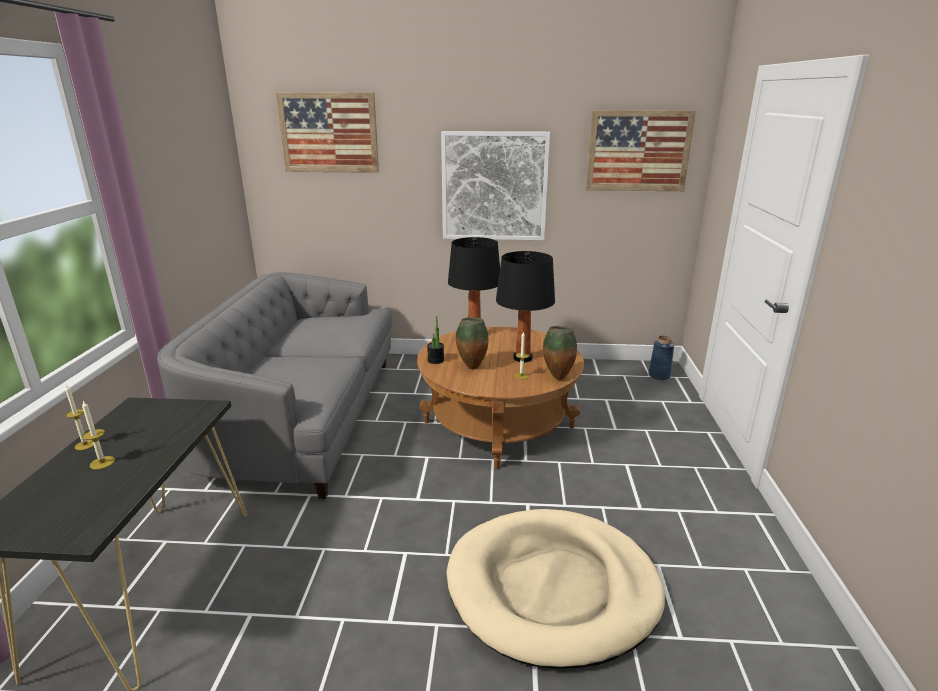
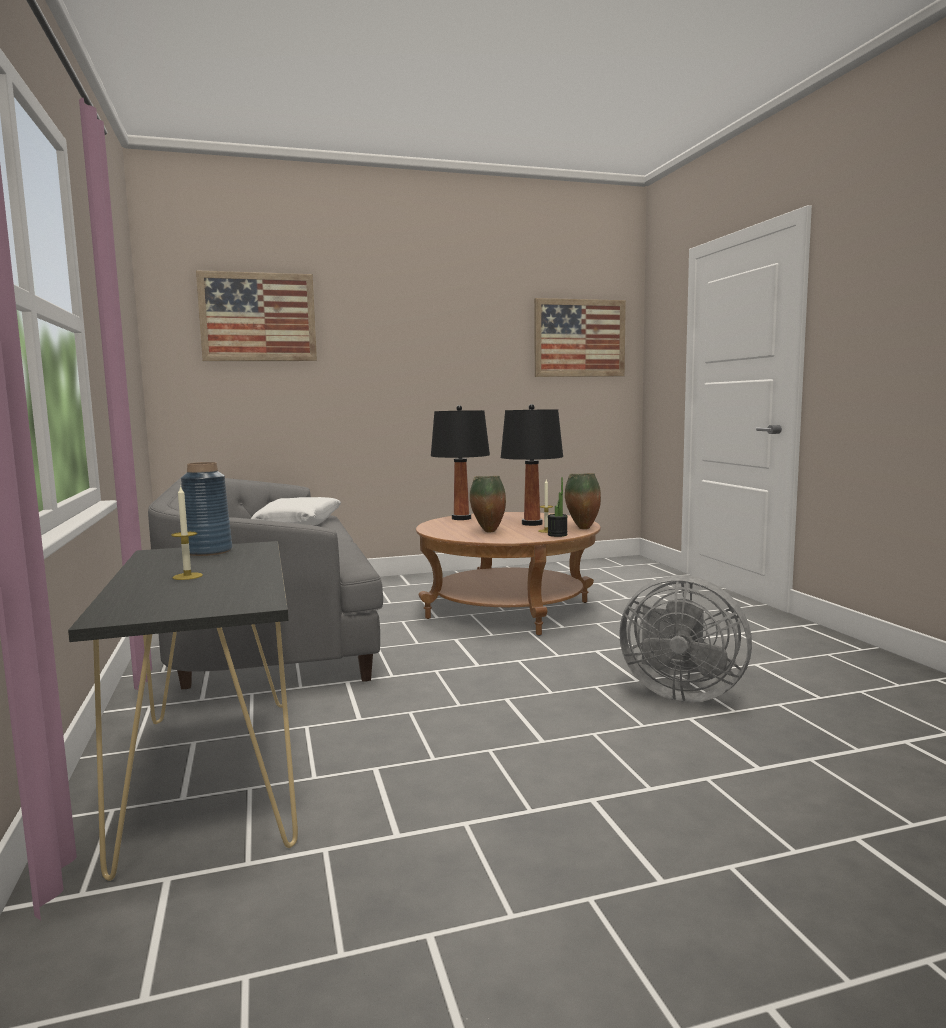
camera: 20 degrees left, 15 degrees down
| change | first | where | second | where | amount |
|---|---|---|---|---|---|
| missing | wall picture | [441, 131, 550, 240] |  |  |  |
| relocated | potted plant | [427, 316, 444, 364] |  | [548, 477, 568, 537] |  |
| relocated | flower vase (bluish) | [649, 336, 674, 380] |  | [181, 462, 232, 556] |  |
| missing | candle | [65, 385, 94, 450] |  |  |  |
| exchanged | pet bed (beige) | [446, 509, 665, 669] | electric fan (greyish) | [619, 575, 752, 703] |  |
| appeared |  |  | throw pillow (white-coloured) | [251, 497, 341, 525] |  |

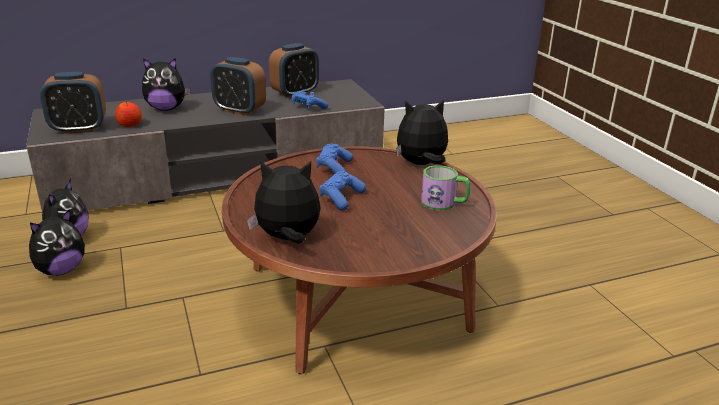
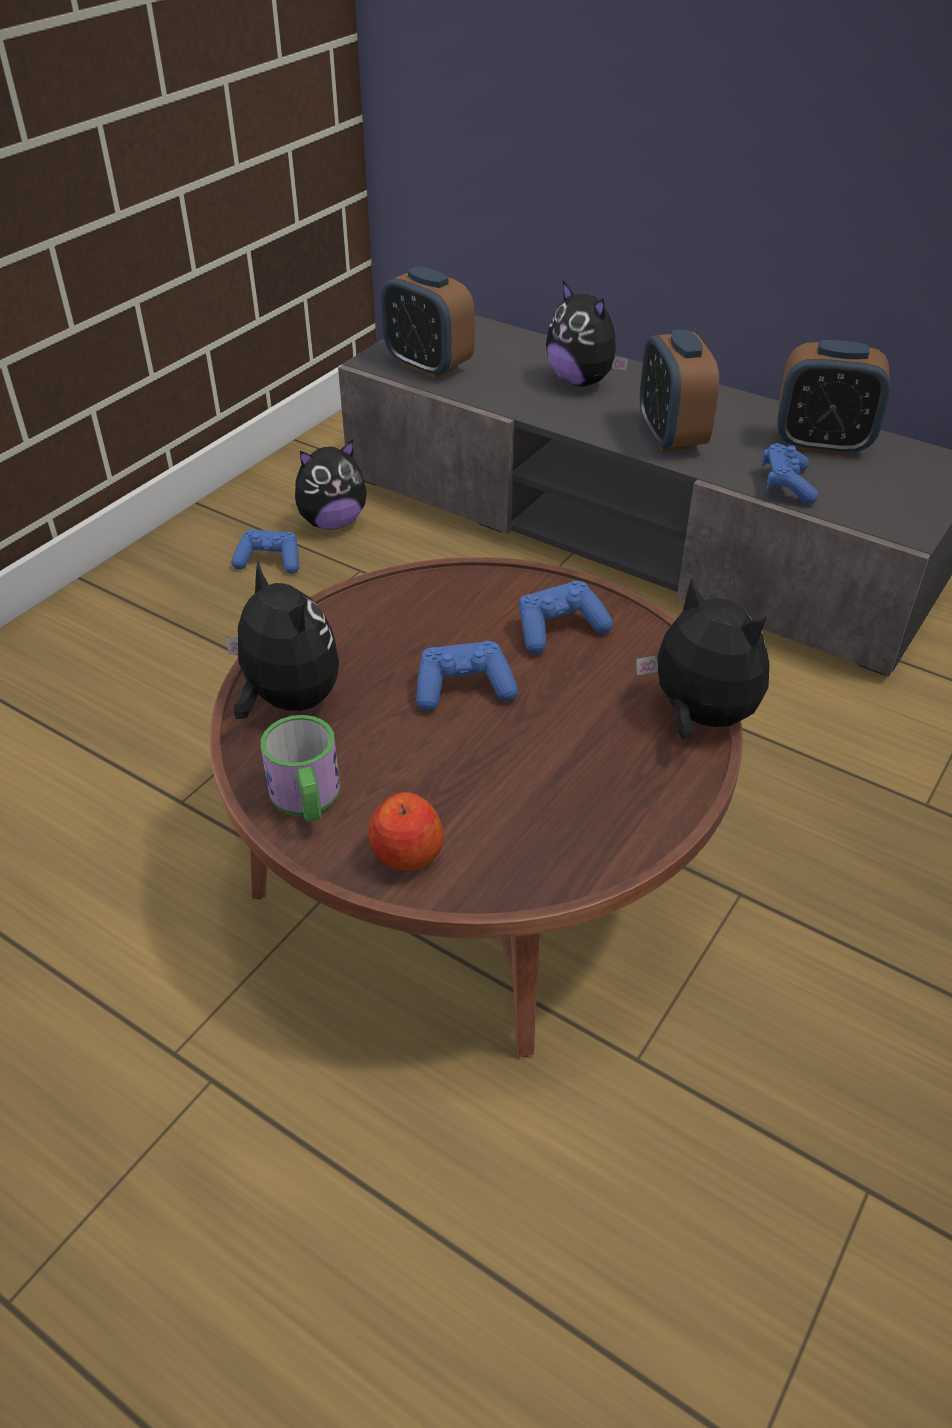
camera: 55 degrees right, 15 degrees up
| change | first | where | second | where | amount |
|---|---|---|---|---|---|
| relocated | whole apple | [115, 101, 142, 127] |  | [368, 792, 444, 871] |  |
| relocated | coffee mug | [421, 165, 470, 210] |  | [261, 715, 340, 822] |  |
| exchanged | soft toy | [29, 209, 85, 275] | joypad (bluish) | [231, 529, 299, 574] |  |

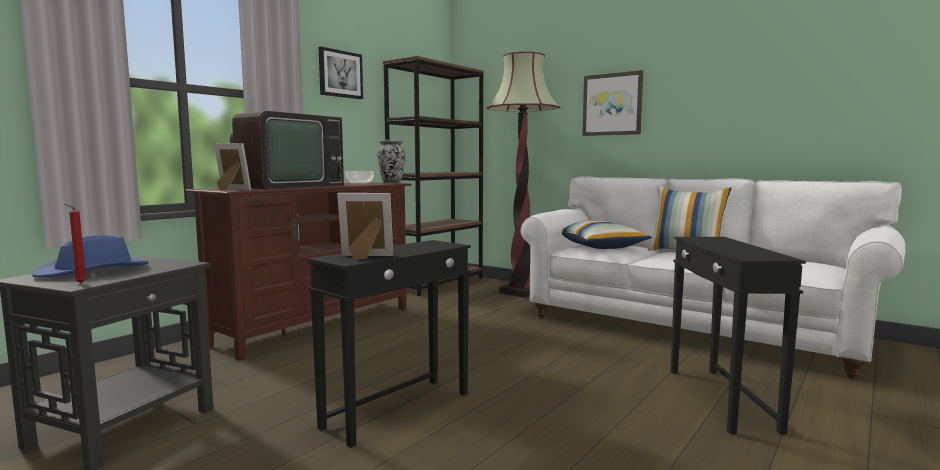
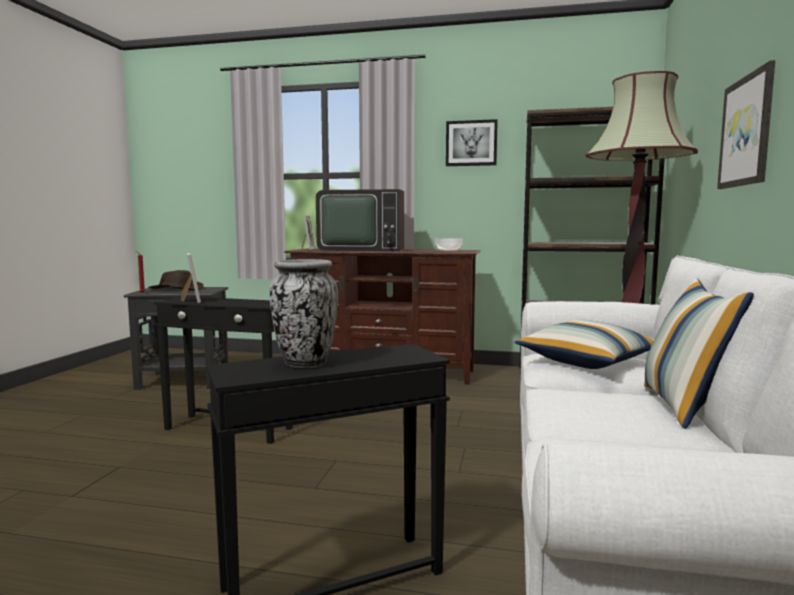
camera: 65 degrees right, 0 degrees up
| change | first | where | second | where | amount |
|---|---|---|---|---|---|
| relocated | flower vase | [377, 140, 405, 184] |  | [269, 259, 338, 368] |  |
| colour | wearable hat (bluish) | [32, 235, 149, 277] | wearable hat (brown-coloured) | [148, 270, 204, 290] |  |

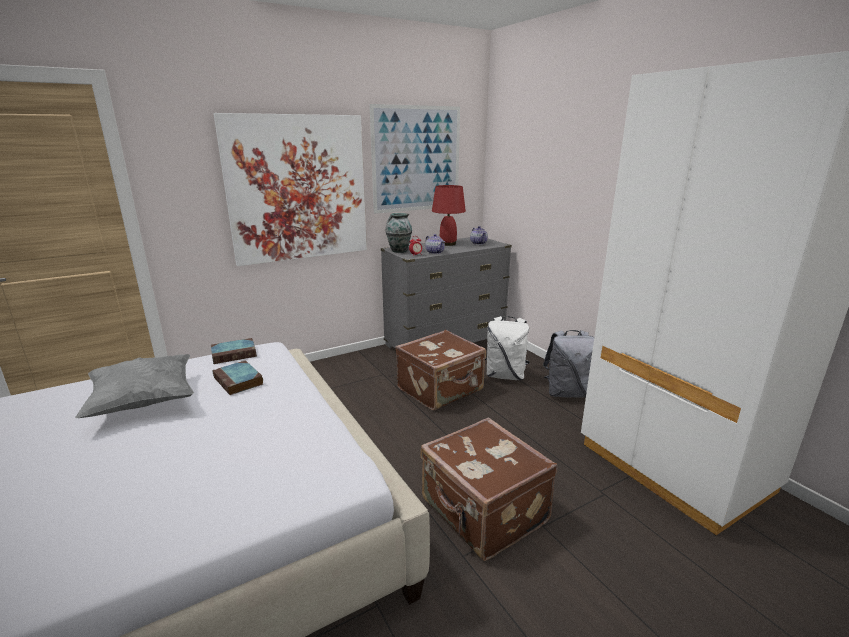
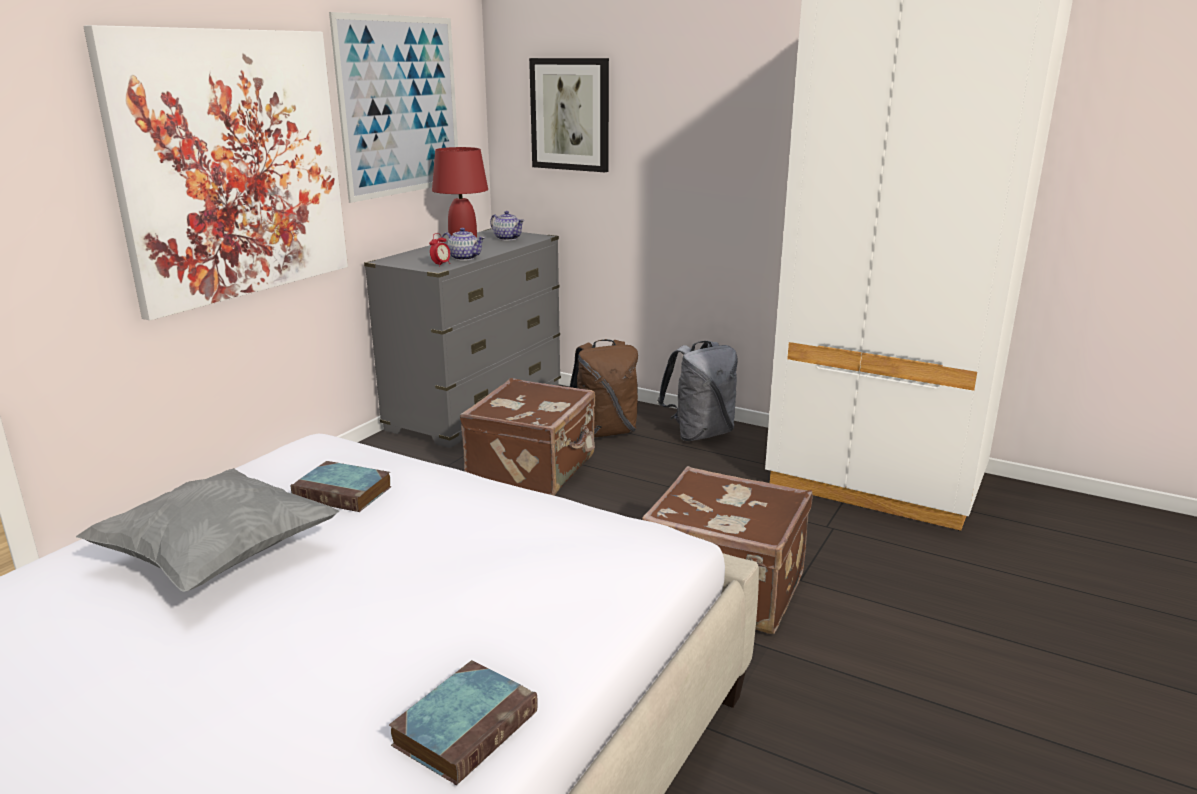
camera: 30 degrees left, 0 degrees up
| change | first | where | second | where | amount |
|---|---|---|---|---|---|
| missing | flower vase | [386, 213, 412, 253] |  |  |  |
| colour | knapsack (white-coloured) | [485, 316, 530, 380] | knapsack (brown-coloured) | [570, 339, 638, 437] |  |
| relocated | volume | [211, 338, 257, 364] |  | [389, 660, 537, 785] |  |
| appeared |  |  | wall picture | [529, 58, 609, 172] |  |

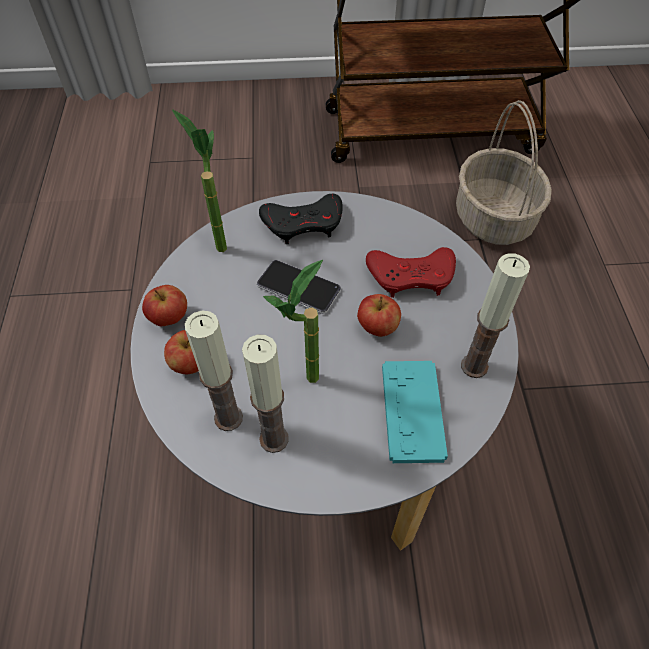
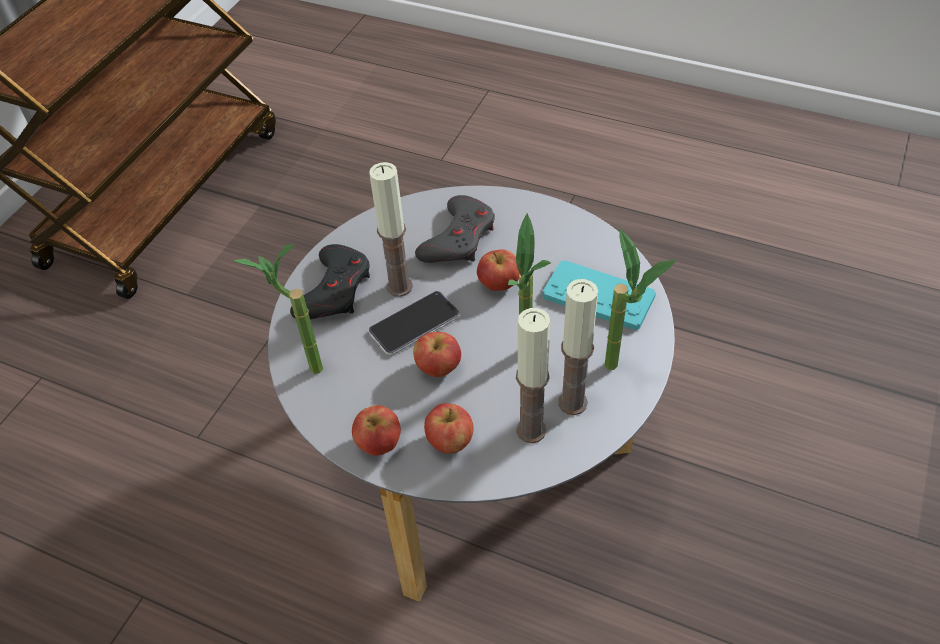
camera: 60 degrees left, 5 degrees down
| change | first | where | second | where | amount |
|---|---|---|---|---|---|
| missing | basket | [456, 100, 552, 245] |  |  |  |
| colour | joypad (reddish) | [366, 247, 456, 298] | joypad (greyish) | [415, 195, 495, 263] |  |
| relocated | candle | [461, 253, 530, 378] |  | [369, 162, 413, 297] |  |
| appeared |  |  | potted plant | [604, 228, 677, 370] |  |
| appeared |  |  | whole apple | [413, 332, 461, 377] |  |

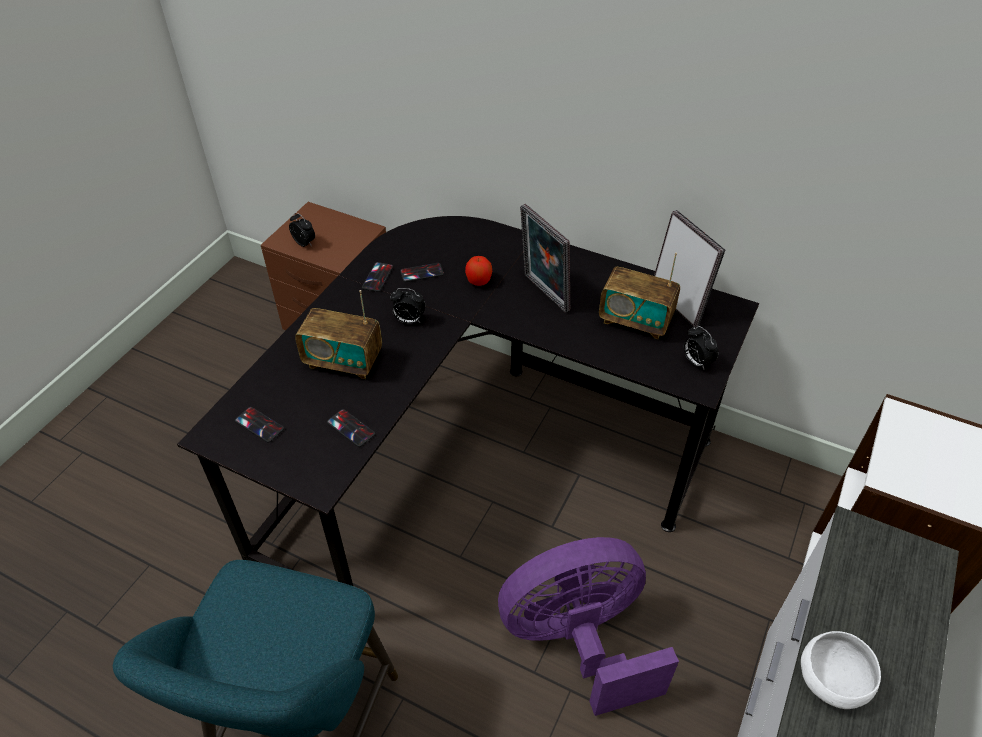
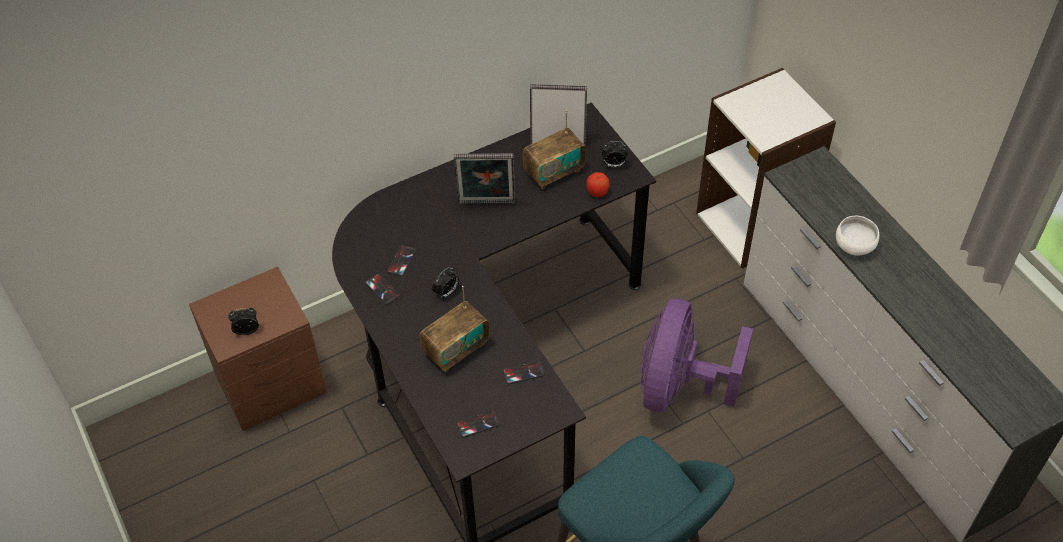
camera: 55 degrees left, 5 degrees up
| change | first | where | second | where | amount |
|---|---|---|---|---|---|
| relocated | whole apple | [465, 256, 492, 286] |  | [586, 172, 609, 197] |  |

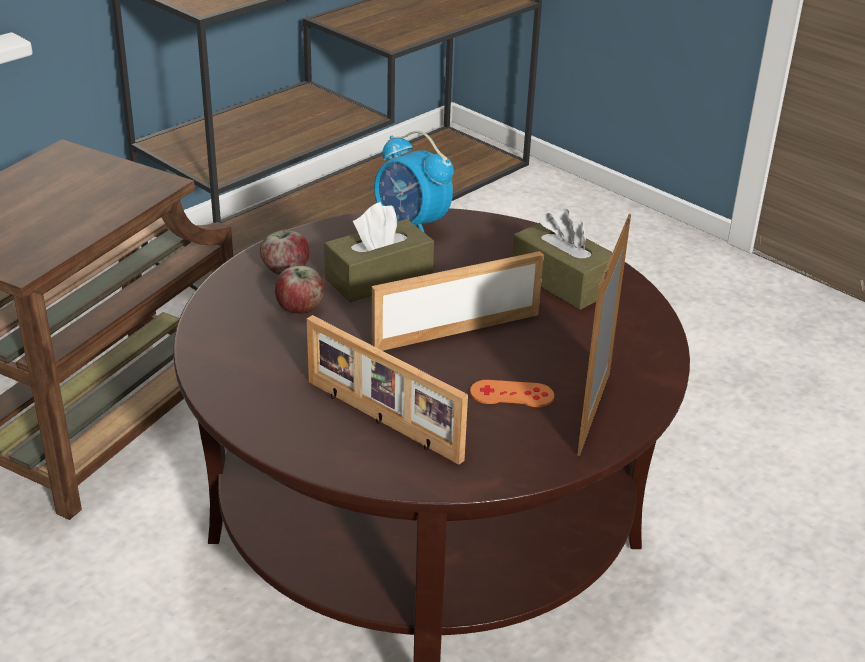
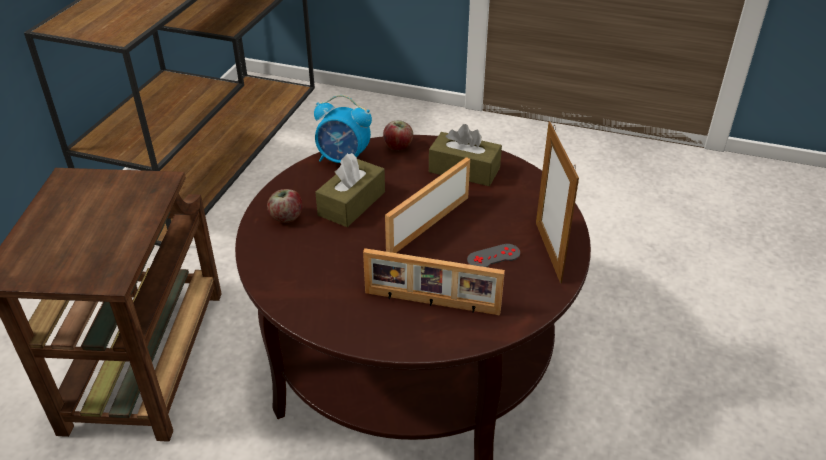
camera: 25 degrees left, 5 degrees up
| change | first | where | second | where | amount |
|---|---|---|---|---|---|
| relocated | whole apple | [275, 266, 324, 314] |  | [383, 120, 413, 150] |  |
| colour | joypad (orange-coloured) | [470, 380, 554, 407] | joypad (greyish) | [467, 244, 520, 267] |  |

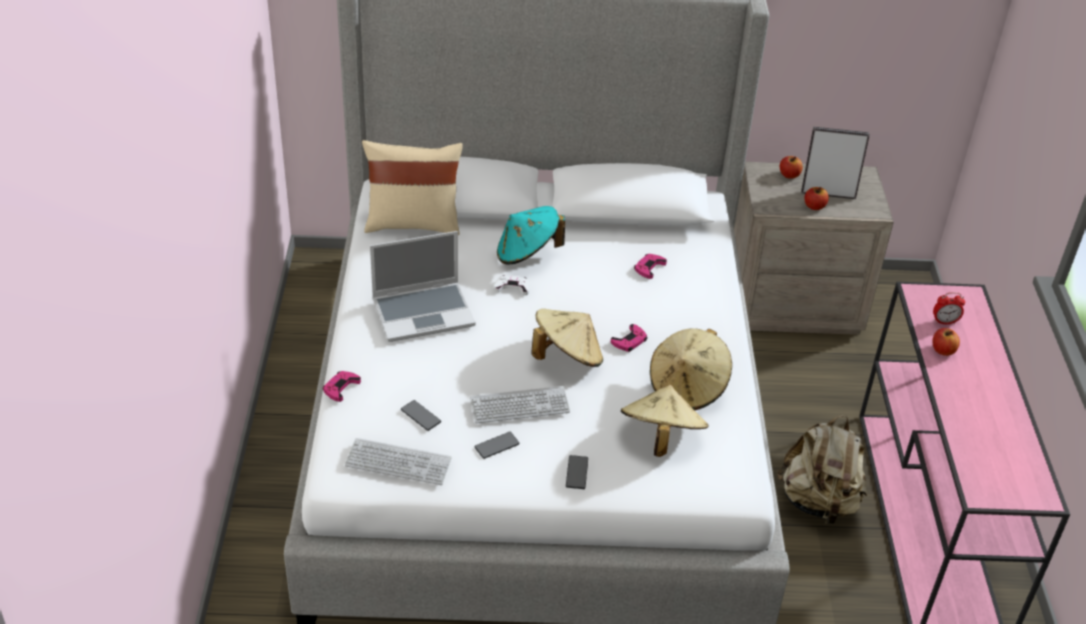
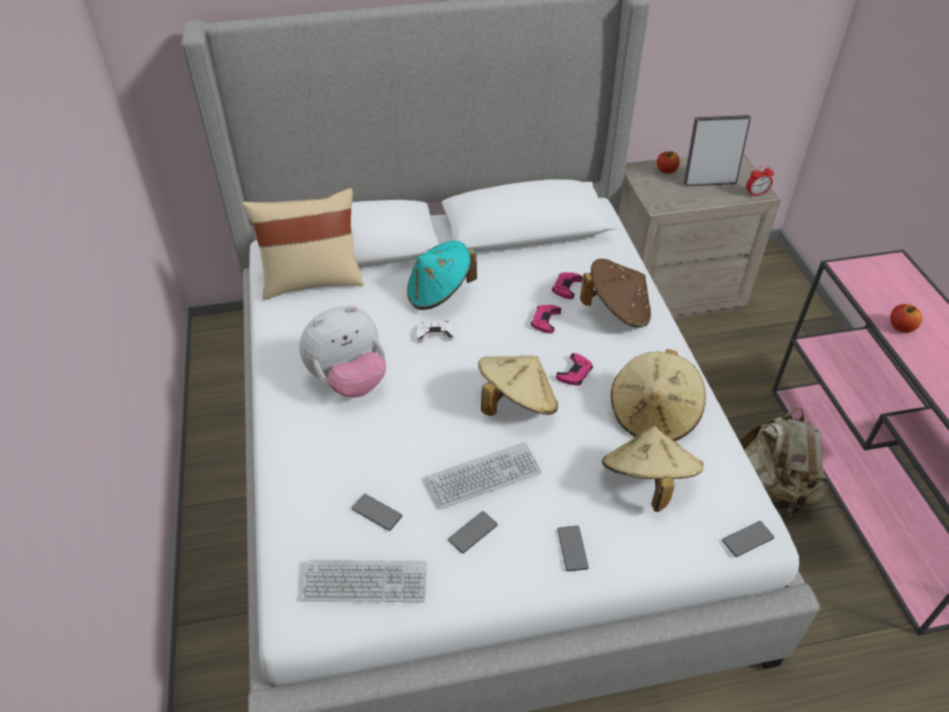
camera: 10 degrees left, 5 degrees up
| change | first | where | second | where | amount |
|---|---|---|---|---|---|
| missing | whole apple | [805, 187, 829, 210] |  |  |  |
| exchanged | portable computer | [370, 231, 476, 342] | soft toy | [299, 305, 386, 397] |  |
| relocated | alarm clock | [933, 292, 965, 324] |  | [746, 165, 774, 197] |  |
| relocated | joypad (pinkish) | [323, 371, 361, 402] |  | [531, 305, 561, 333] |  |
| appeared |  |  | wearable hat (brown-coloured) | [580, 259, 651, 328] |  |
| appeared |  |  | handset | [722, 521, 774, 557] |  |

